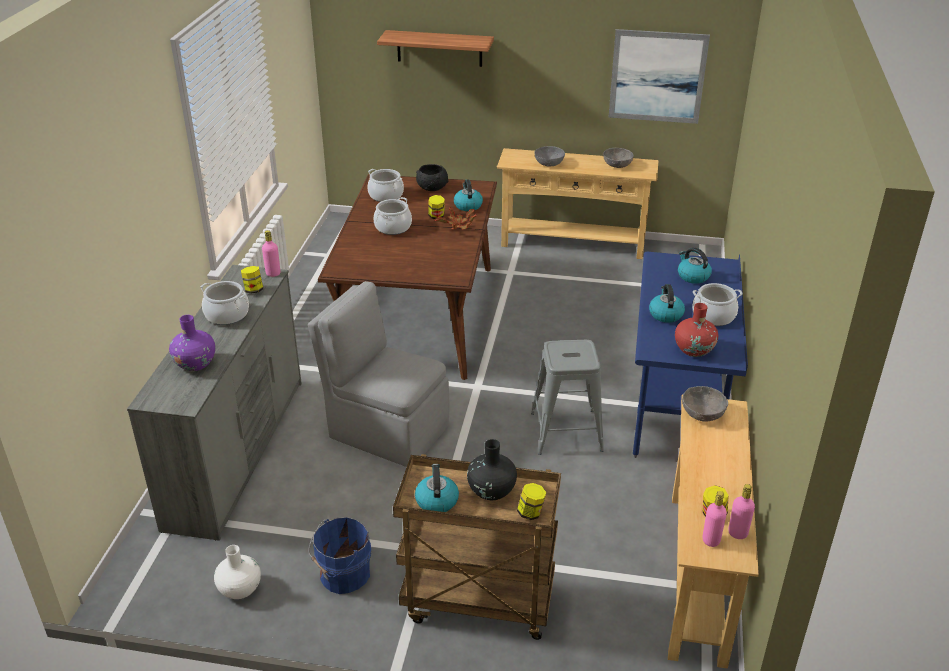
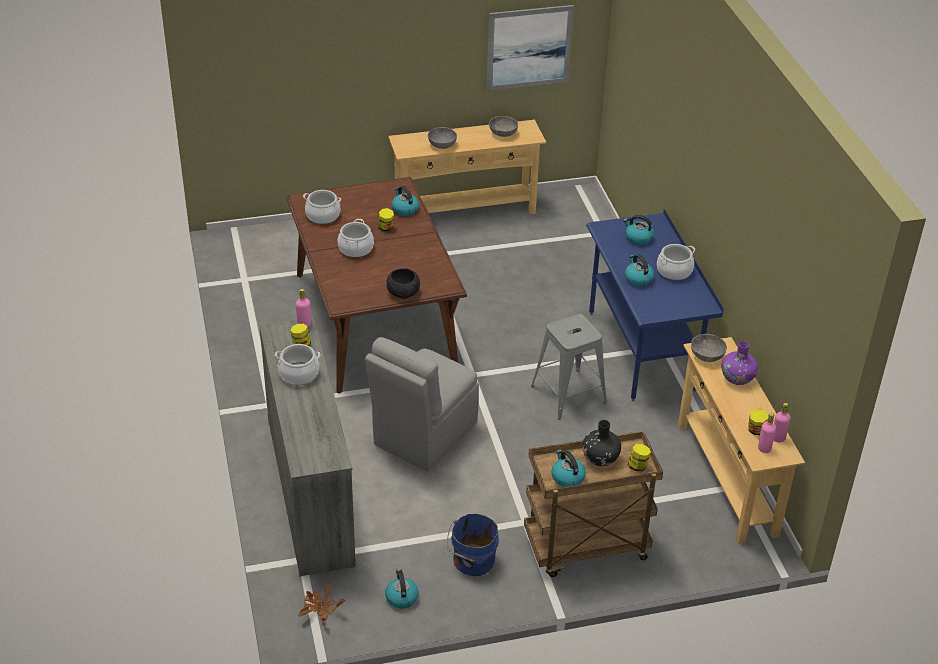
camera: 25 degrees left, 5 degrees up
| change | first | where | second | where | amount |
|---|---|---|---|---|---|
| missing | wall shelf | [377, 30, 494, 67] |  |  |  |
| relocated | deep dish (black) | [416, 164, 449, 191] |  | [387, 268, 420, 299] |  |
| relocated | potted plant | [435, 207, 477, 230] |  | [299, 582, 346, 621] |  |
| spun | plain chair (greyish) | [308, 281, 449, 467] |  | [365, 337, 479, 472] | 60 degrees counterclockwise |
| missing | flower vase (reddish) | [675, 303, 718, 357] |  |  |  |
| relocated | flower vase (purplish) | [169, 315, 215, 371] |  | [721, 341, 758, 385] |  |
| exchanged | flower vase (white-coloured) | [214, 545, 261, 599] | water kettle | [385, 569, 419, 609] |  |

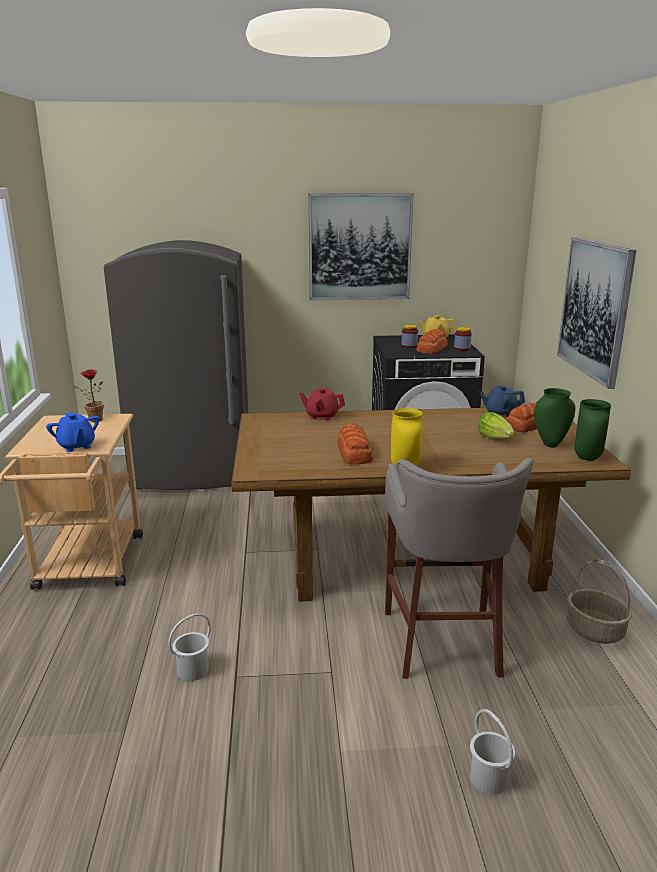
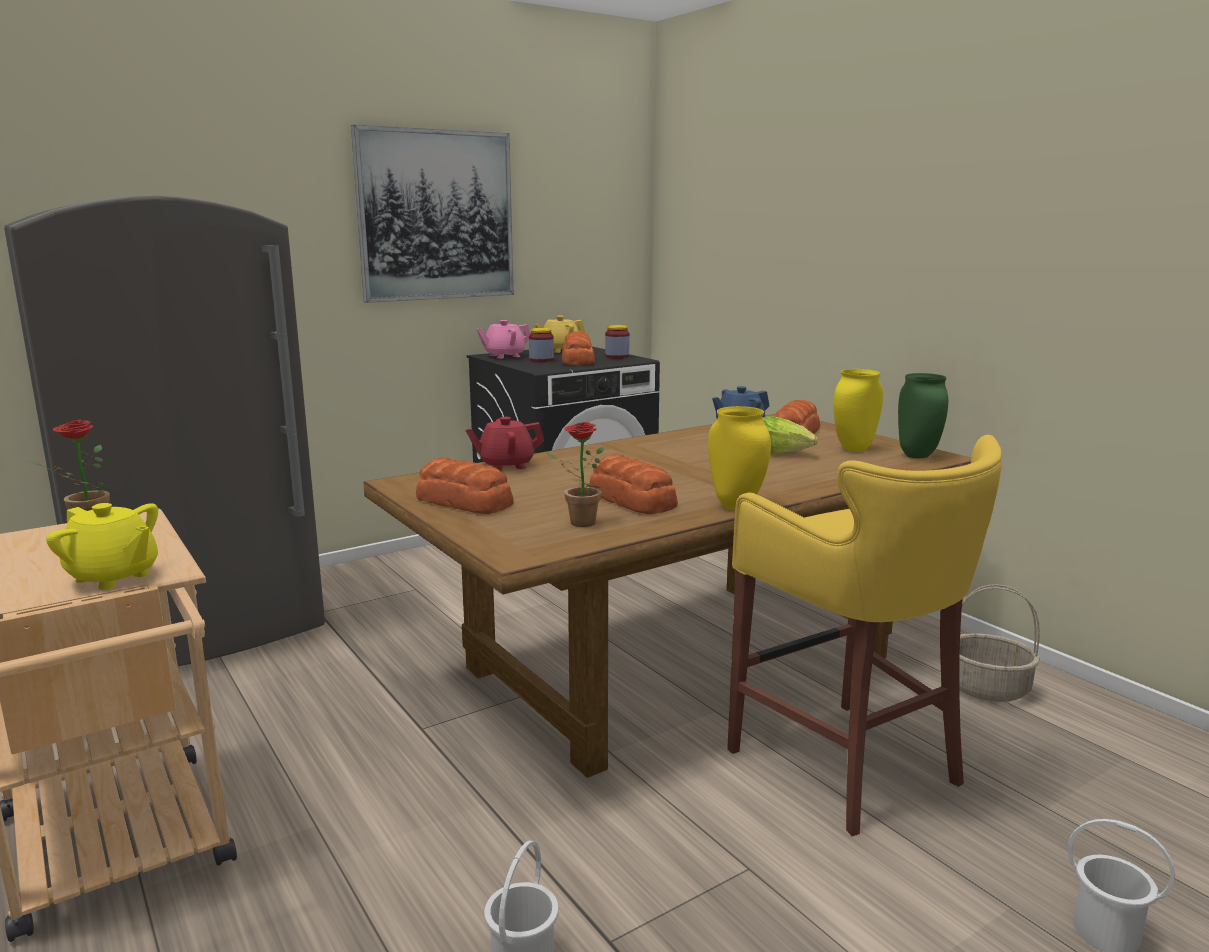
camera: 30 degrees left, 5 degrees down
| change | first | where | second | where | amount |
|---|---|---|---|---|---|
| missing | wall picture | [557, 237, 636, 389] |  |  |  |
| colour | flower vase (green) | [534, 388, 575, 448] | flower vase (yellowish) | [833, 369, 883, 452] |  |
| colour | teapot (bluish) | [46, 412, 100, 452] | teapot (yellowish) | [46, 503, 158, 590] |  |
| colour | stool seat (greyish) | [385, 458, 534, 679] | stool seat (yellowish) | [727, 435, 1002, 836] |  |
| appeared |  |  | teapot (pinkish) | [476, 320, 530, 359] |  |
| appeared |  |  | potted plant | [546, 422, 604, 527] |  |
| appeared |  |  | baked bread | [416, 458, 514, 514] |  |

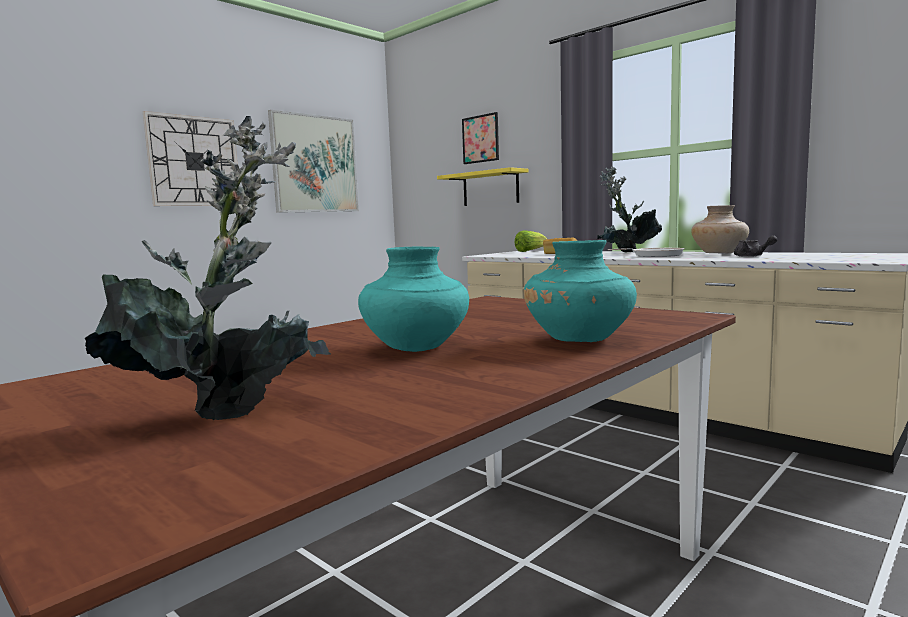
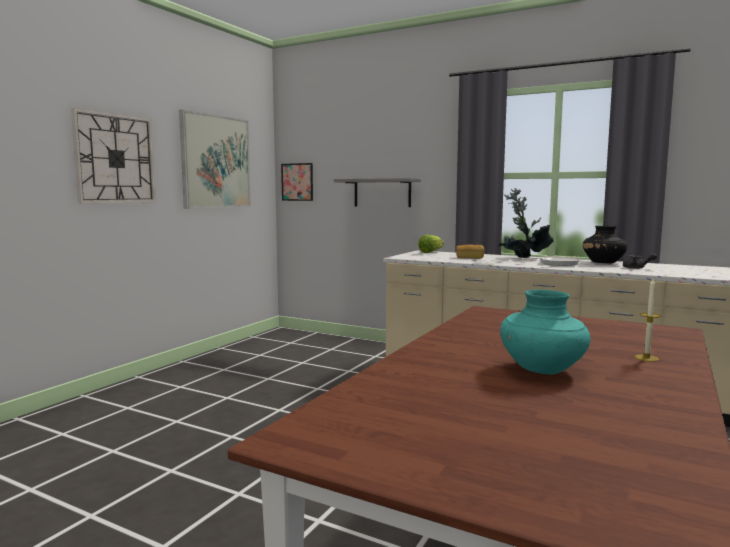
camera: 15 degrees left, 0 degrees up
| change | first | where | second | where | amount |
|---|---|---|---|---|---|
| relocated | wall picture | [462, 112, 499, 164] |  | [281, 163, 313, 201] |  |
| missing | potted plant | [85, 116, 331, 420] |  |  |  |
| colour | wall shelf (yellowish) | [437, 167, 528, 206] | wall shelf (greyish) | [334, 178, 421, 207] |  |
| colour | flower vase (beige) | [691, 205, 749, 254] | flower vase (black) | [583, 226, 627, 264] |  |
| exchanged | flower vase (turquoise-coloured) | [524, 240, 637, 342] | candle | [635, 279, 661, 362] |  |

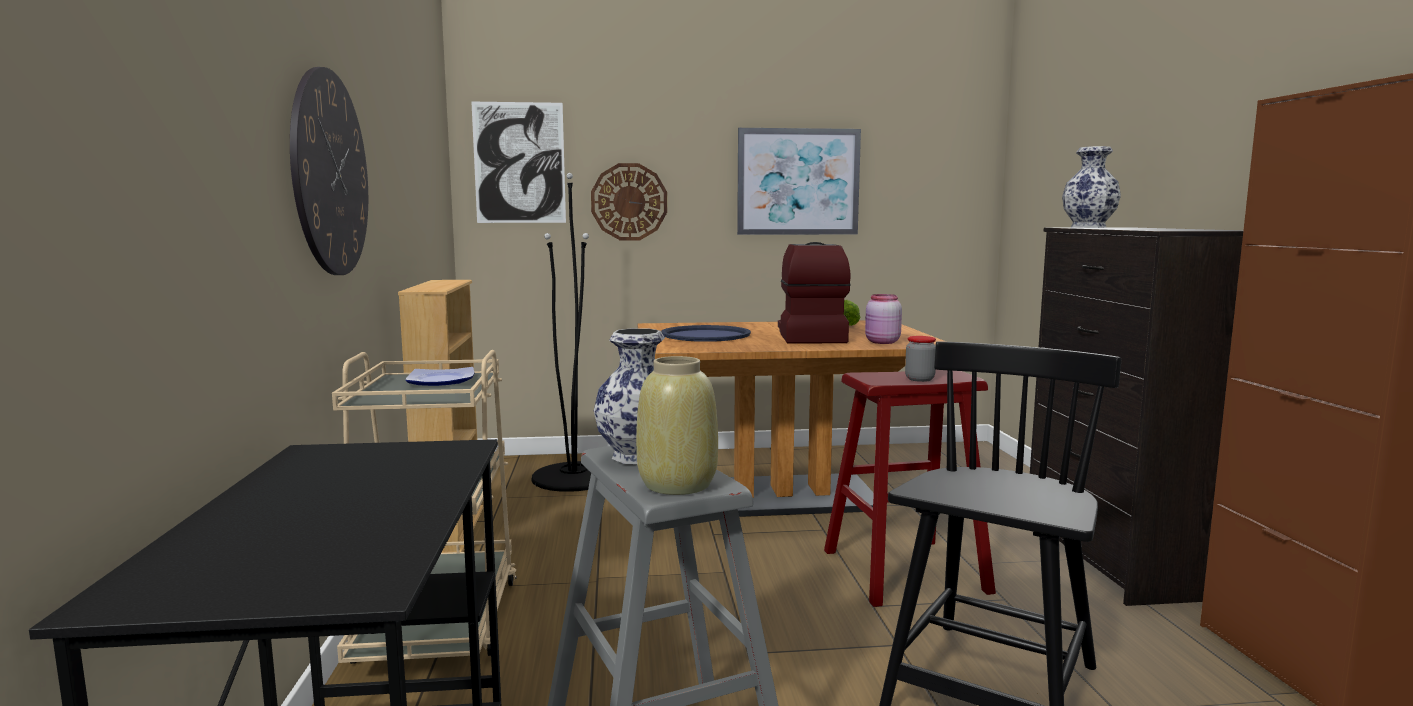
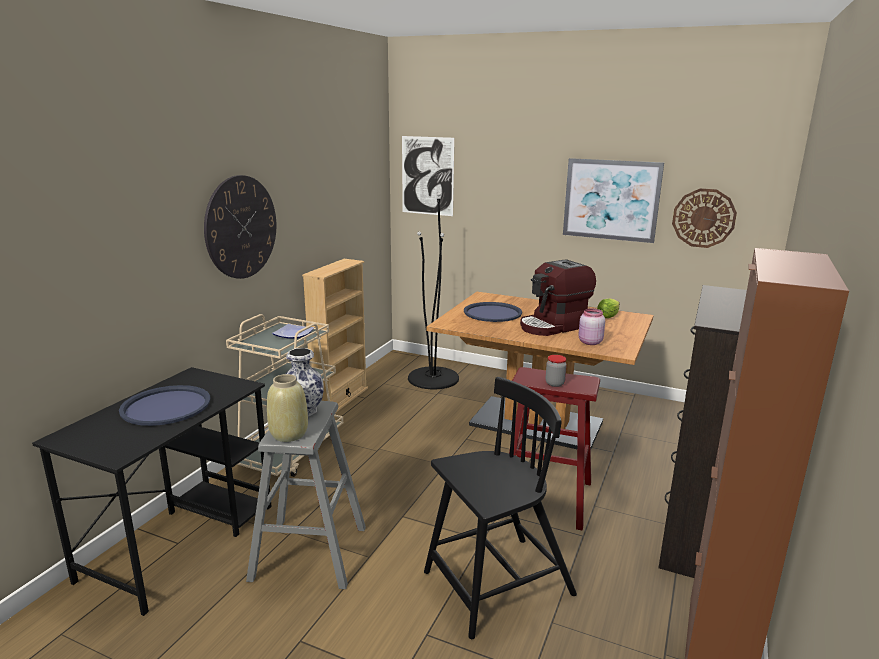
camera: 30 degrees right, 10 degrees up
| change | first | where | second | where | amount |
|---|---|---|---|---|---|
| missing | flower vase | [1062, 146, 1121, 228] |  |  |  |
| relocated | clock on the wall | [591, 163, 667, 240] |  | [672, 188, 737, 248] |  |
| spun | coffee maker | [778, 242, 851, 343] |  | [520, 259, 596, 336] | 150 degrees counterclockwise |
| appeared |  |  | serving tray (bluish) | [119, 385, 210, 426] |  |

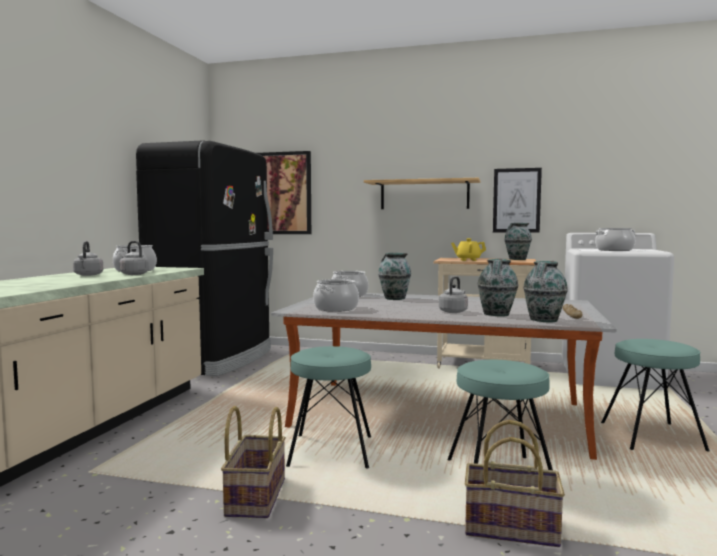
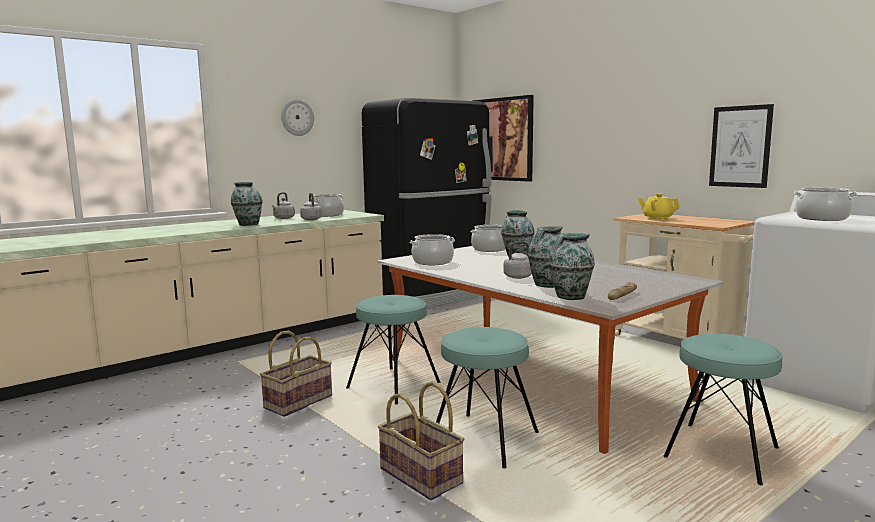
camera: 35 degrees right, 5 degrees up
| change | first | where | second | where | amount |
|---|---|---|---|---|---|
| missing | wall shelf | [364, 178, 480, 209] |  |  |  |
| relocated | flower vase | [505, 223, 532, 260] |  | [231, 182, 263, 226] |  |
| appeared |  |  | clock on the wall | [281, 99, 314, 136] |  |

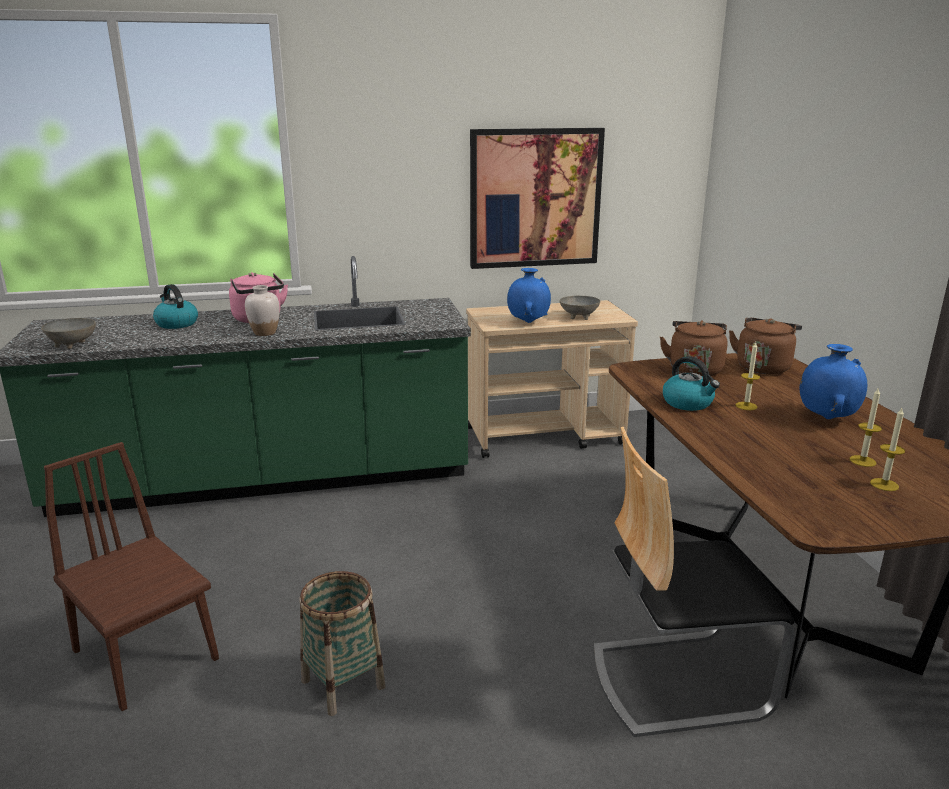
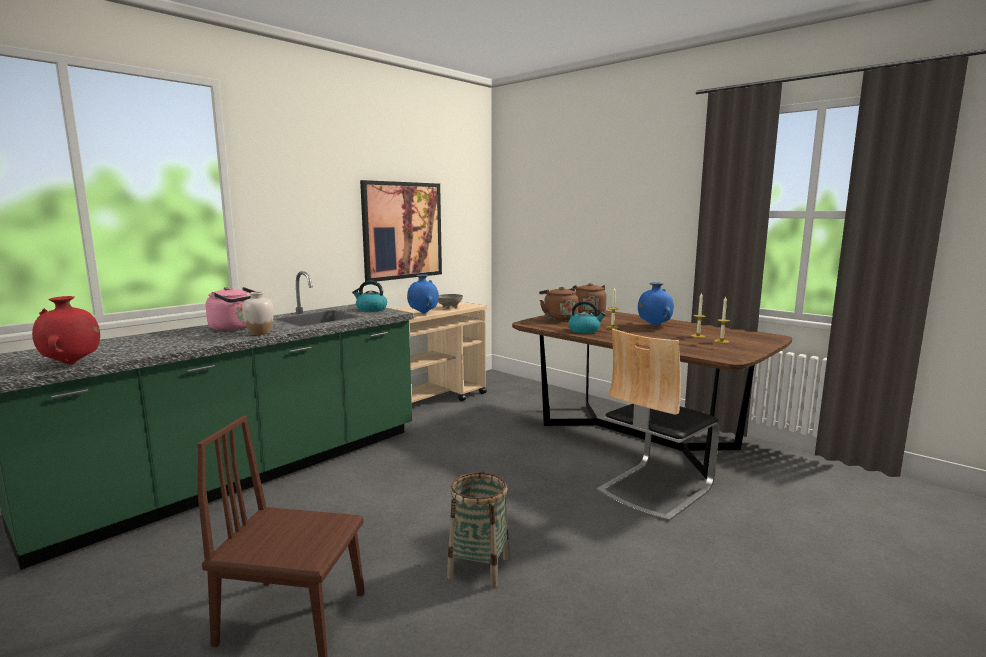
camera: 35 degrees left, 10 degrees down
| change | first | where | second | where | amount |
|---|---|---|---|---|---|
| relocated | water kettle | [153, 284, 198, 329] |  | [352, 281, 387, 312] |  |
| exchanged | deep dish (greyish) | [41, 318, 96, 349] | flower vase (reddish) | [32, 296, 100, 364] |  |

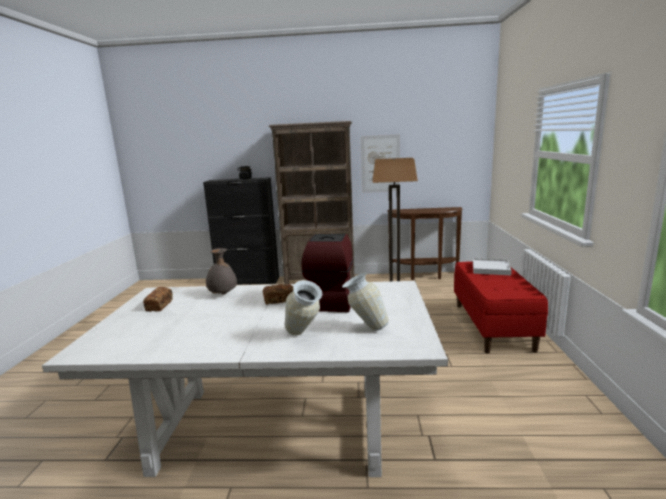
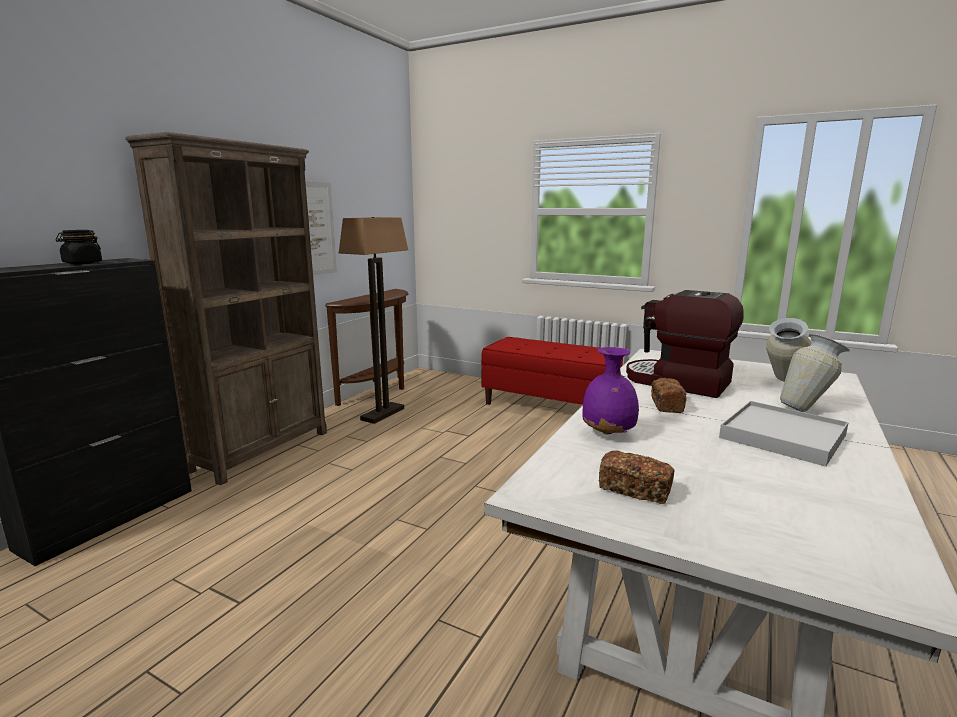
camera: 65 degrees left, 0 degrees up
| change | first | where | second | where | amount |
|---|---|---|---|---|---|
| colour | flower vase (greyish) | [206, 248, 237, 295] | flower vase (purplish) | [582, 347, 639, 434] |  |
| relocated | serving tray (white-coloured) | [473, 258, 512, 275] |  | [719, 401, 849, 466] |  |

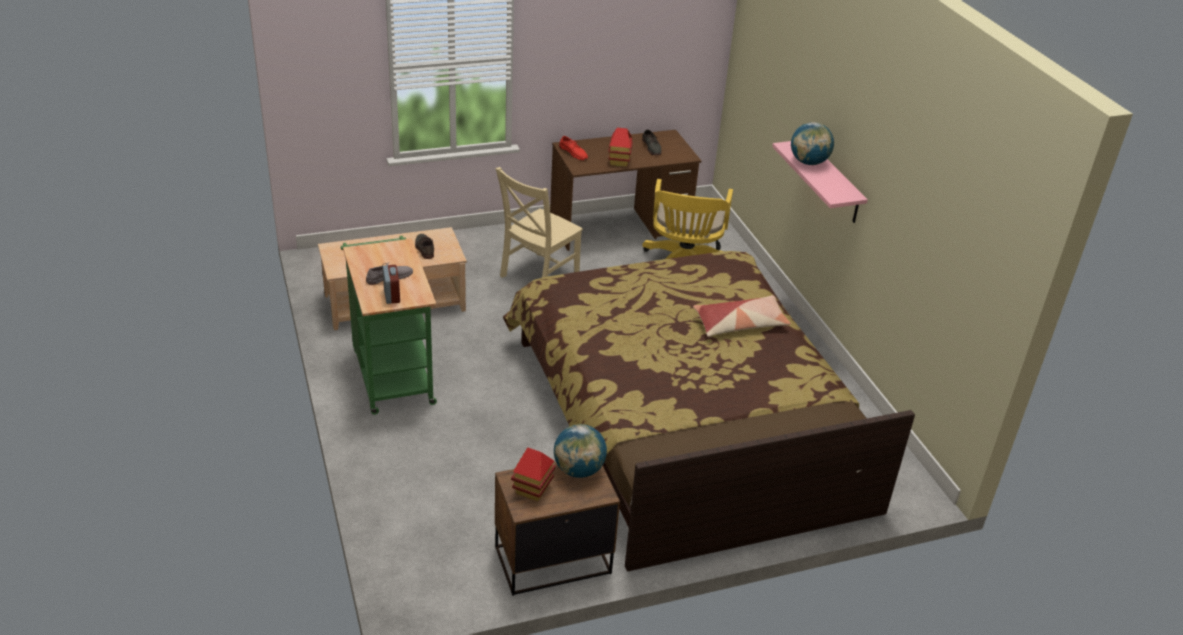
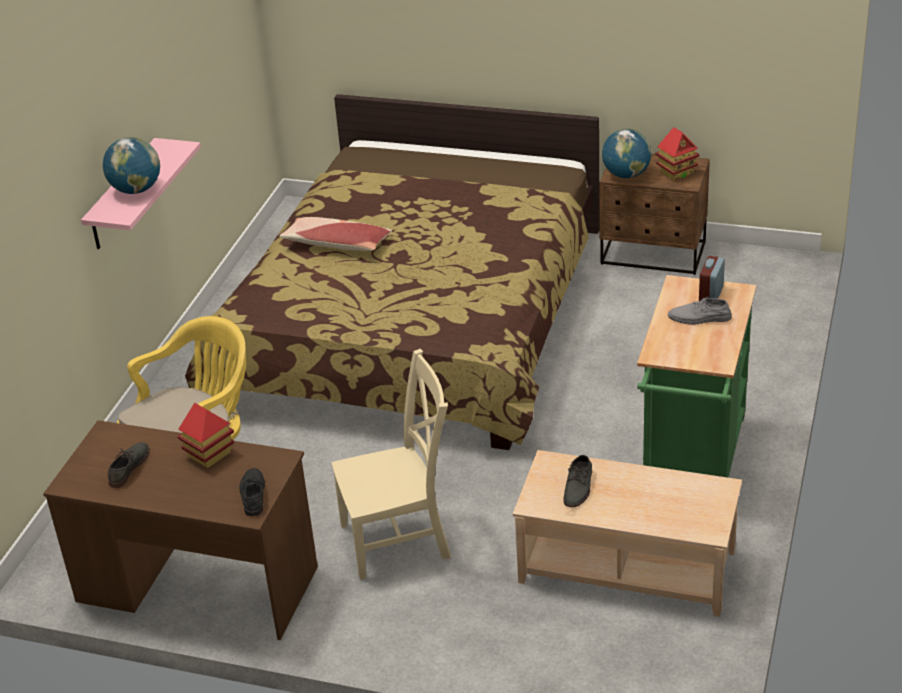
camera: 140 degrees left, 0 degrees up
| change | first | where | second | where | amount |
|---|---|---|---|---|---|
| colour | item of footwear (reddish) | [559, 136, 588, 160] | item of footwear (black) | [239, 468, 265, 517] |  |

